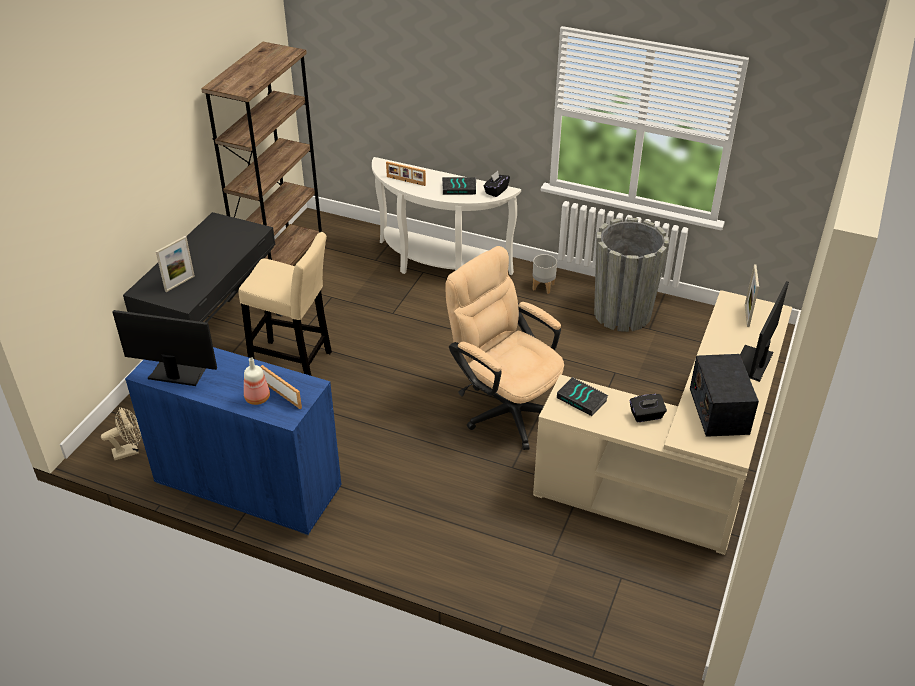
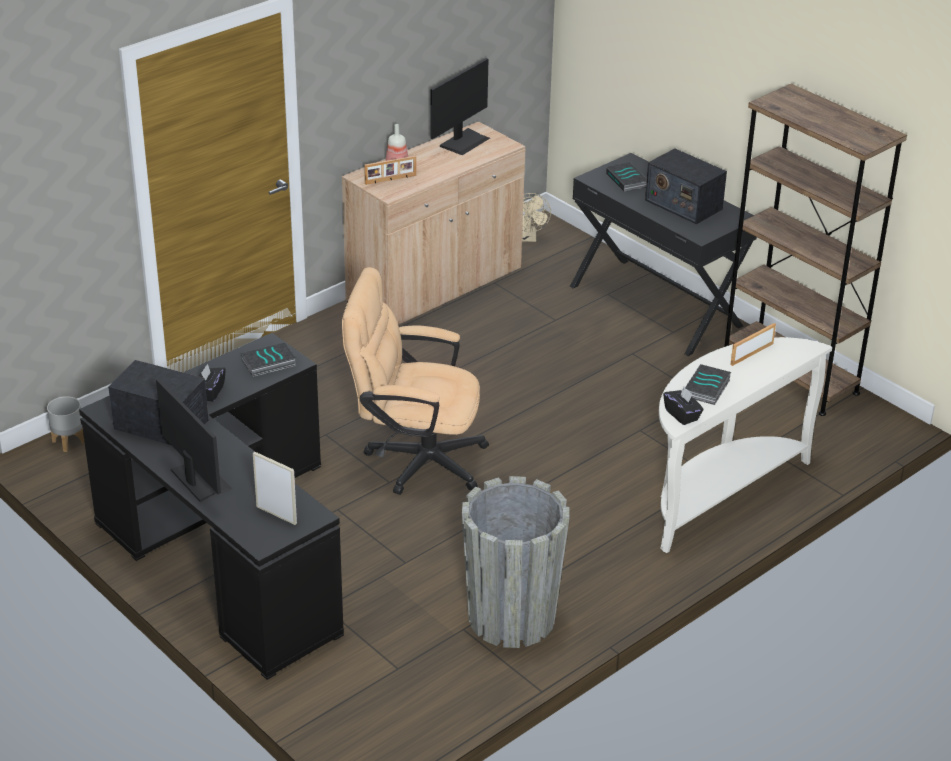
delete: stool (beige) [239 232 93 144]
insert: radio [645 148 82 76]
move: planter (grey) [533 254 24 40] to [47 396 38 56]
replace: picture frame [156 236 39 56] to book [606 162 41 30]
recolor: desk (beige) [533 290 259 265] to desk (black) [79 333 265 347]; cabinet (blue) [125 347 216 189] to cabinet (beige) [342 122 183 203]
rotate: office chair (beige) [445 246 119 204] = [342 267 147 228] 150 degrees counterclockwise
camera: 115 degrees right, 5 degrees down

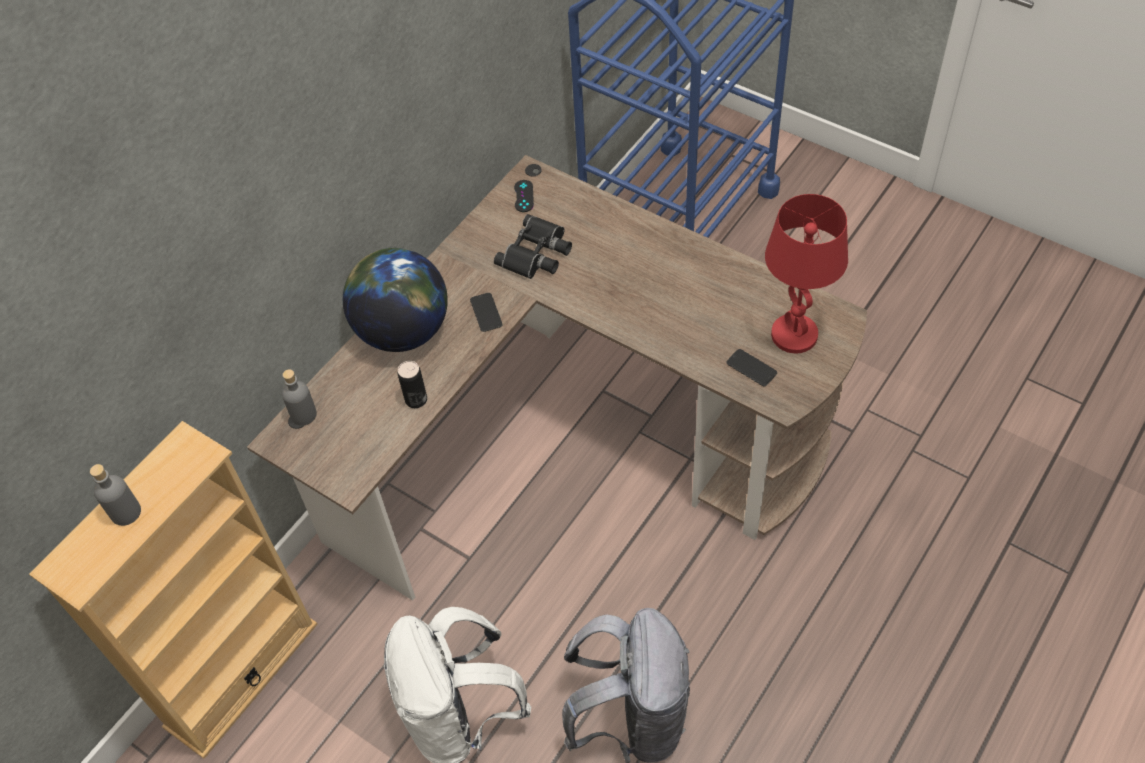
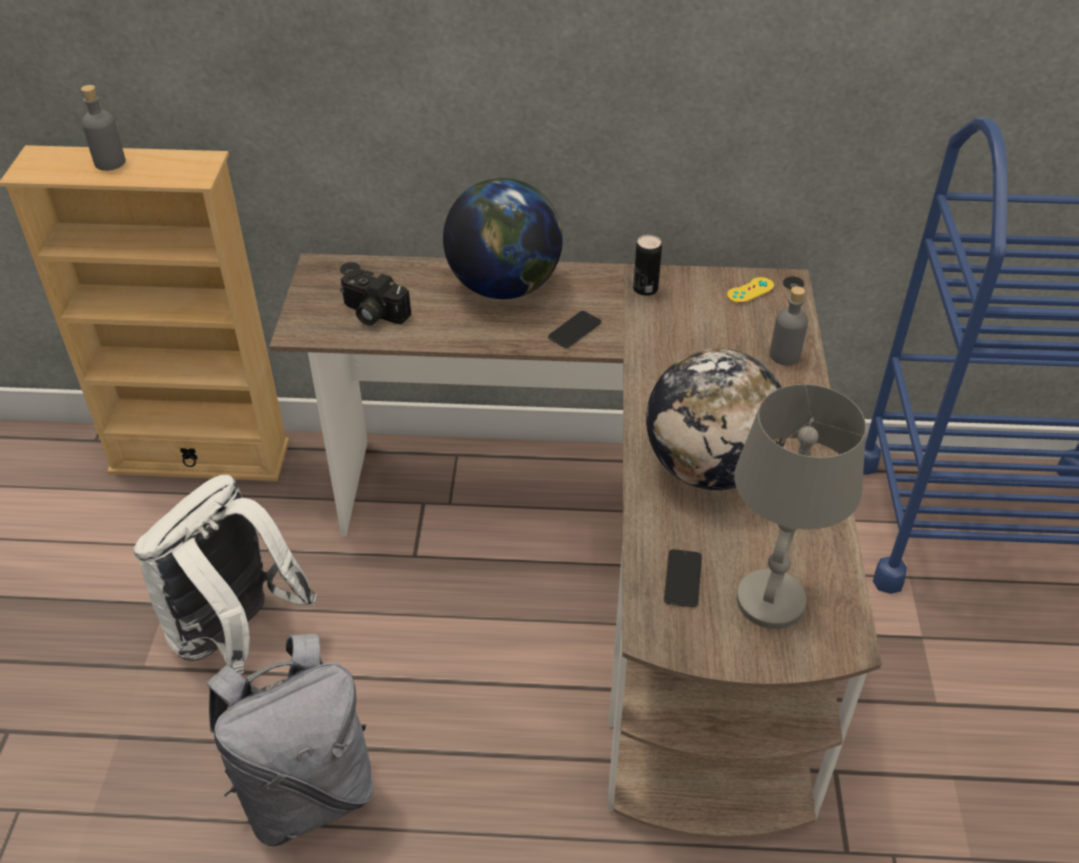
delete: binoculars (black) [494 214 78 65]
insert: photo camera [340 269 71 57]; globe [646 348 141 142]
move: can [397 361 30 47] to [633 235 29 61]; bottle (grey) [282 369 35 57] to [770 286 38 79]
recolor: game controller (black) [514 180 20 32] to game controller (yellow) [727 277 47 26]; table lamp (red) [765 194 83 160] to table lamp (grey) [734 384 132 245]
camera: 55 degrees right, 10 degrees down

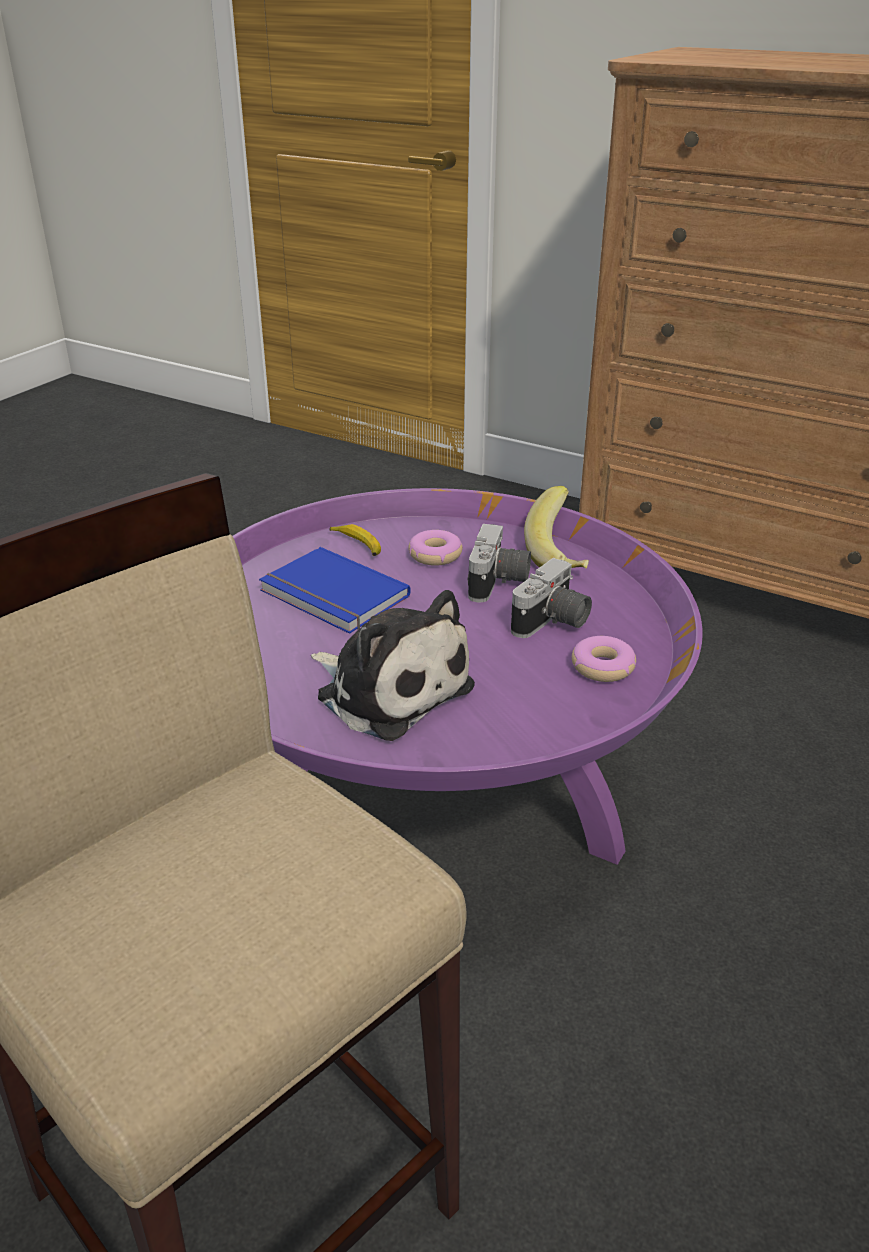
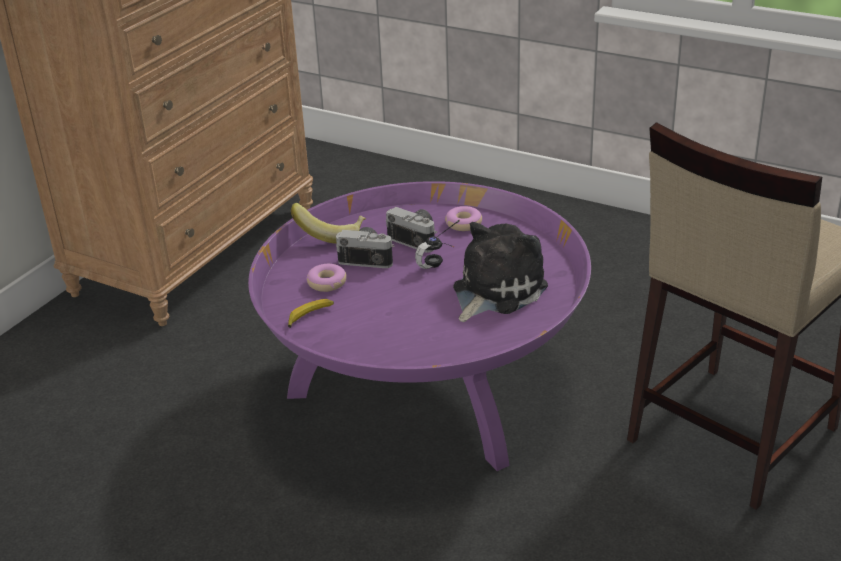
delete: book (blue) [259 547 151 87]
insert: headphones [415 220 45 49]
camera: 90 degrees left, 0 degrees up

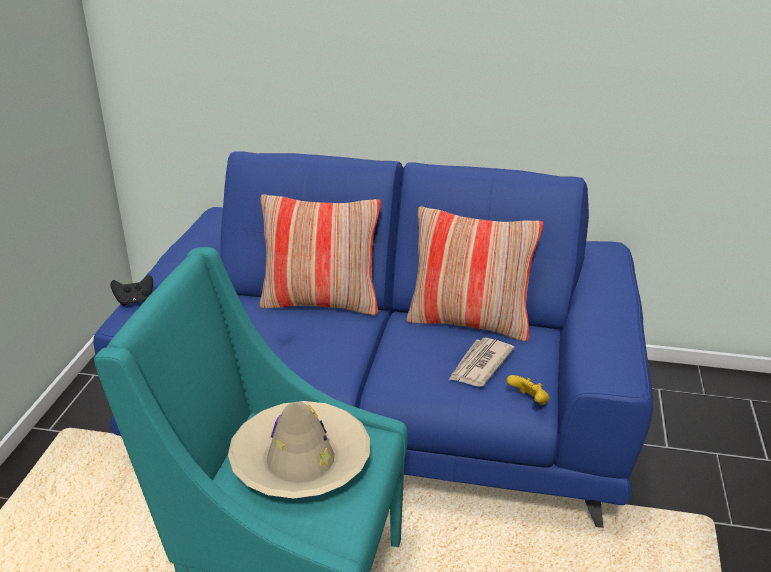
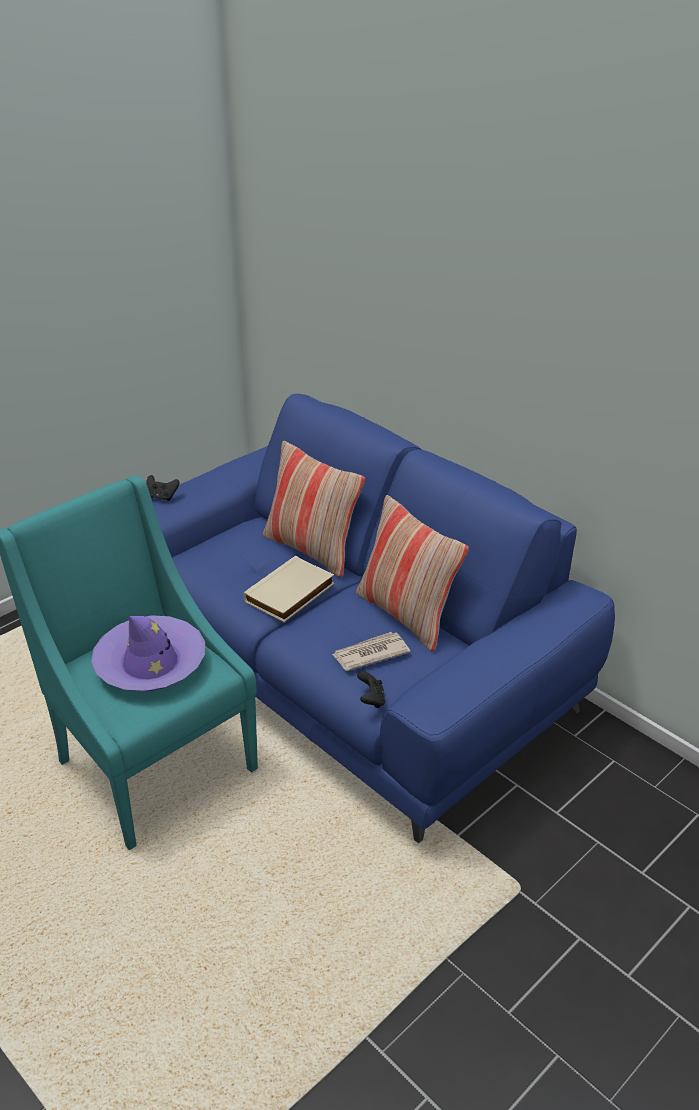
insert: book (beige) [243 556 91 66]
recolor: hat (beige) [228 401 142 97] to hat (purple) [91 615 114 77]; game controller (yellow) [506 375 43 30] to game controller (black) [357 671 28 37]
camera: 35 degrees right, 5 degrees up

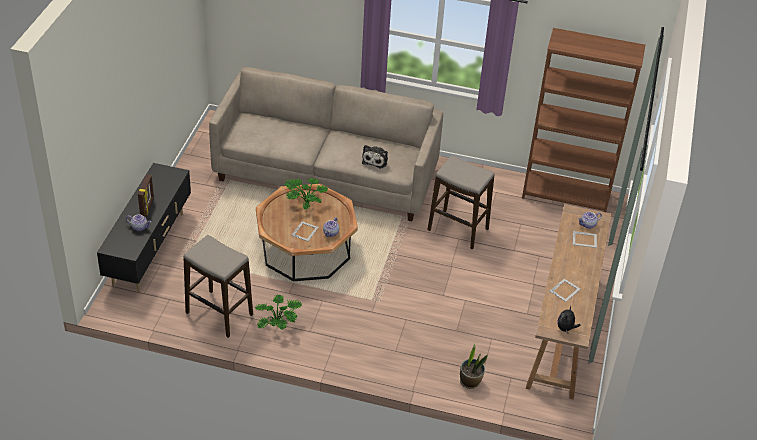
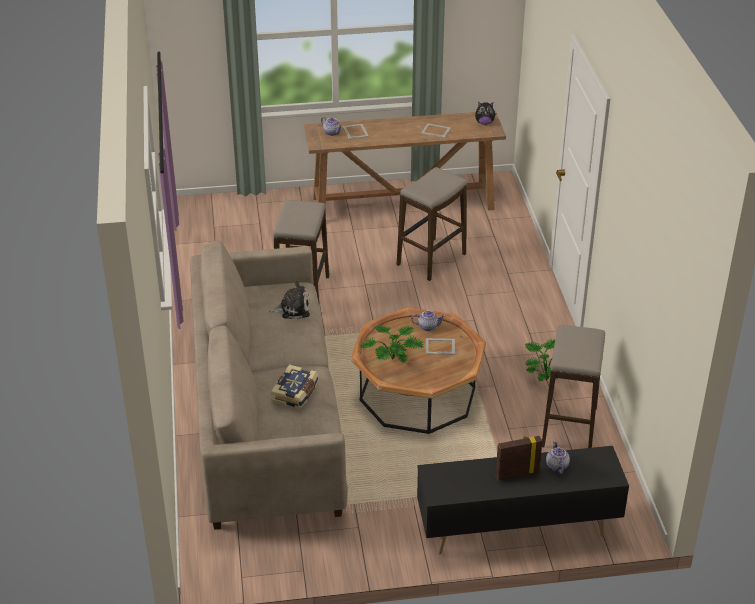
delete: potted plant [460 343 28 46]; bookcase (brown) [522 28 123 184]
insert: book [271 365 47 45]; stool [397 167 70 114]
camera: 110 degrees left, 5 degrees down

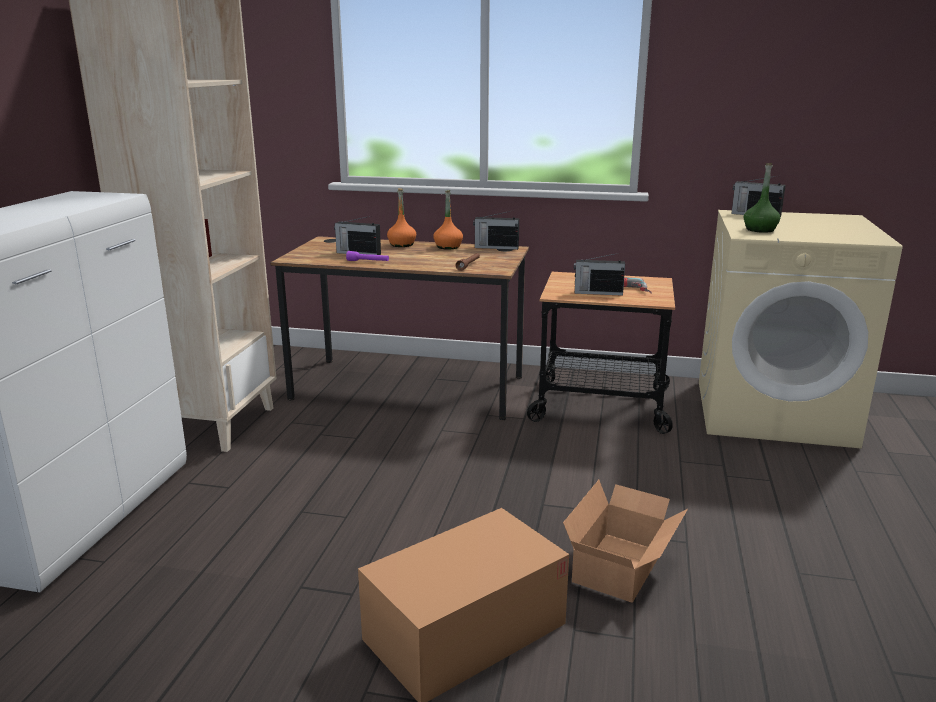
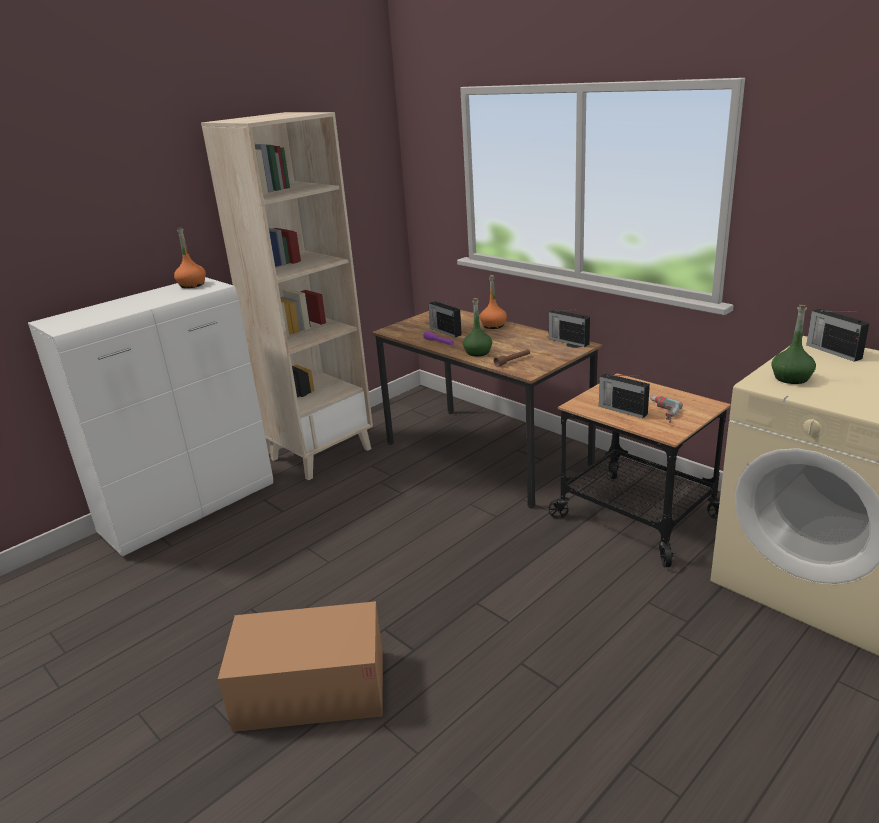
delete: cardboard box [563 480 125 123]
insert: bottle (green) [463 298 29 59]
move: bottle (orange) [433 190 30 60] to [174 227 32 61]
camera: 35 degrees right, 5 degrees up

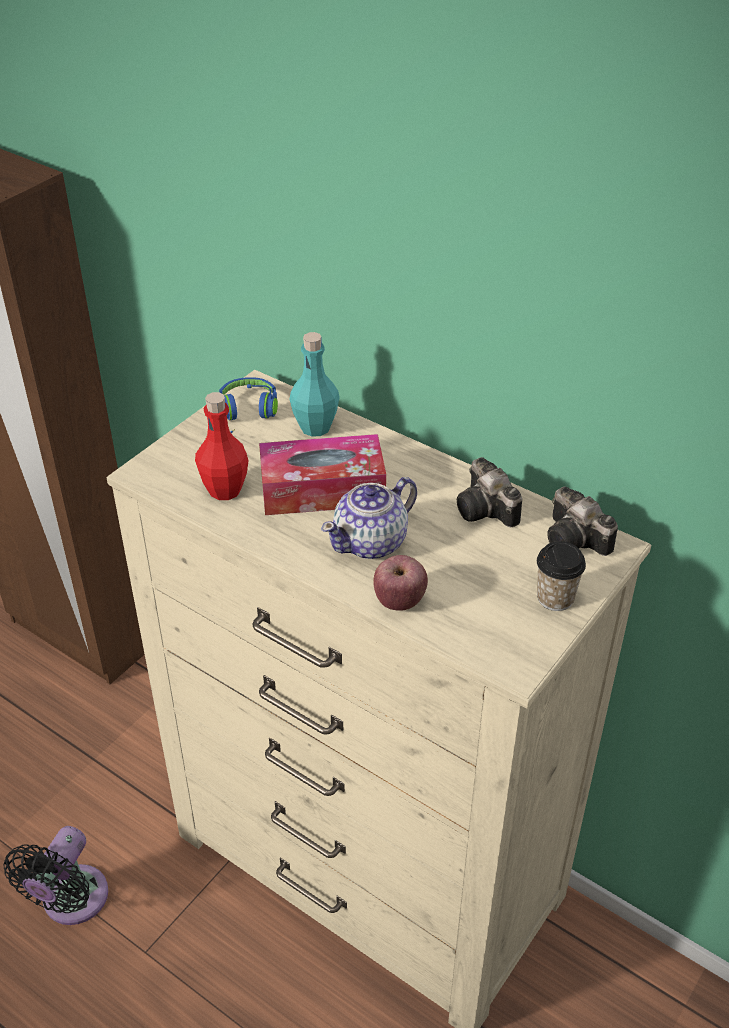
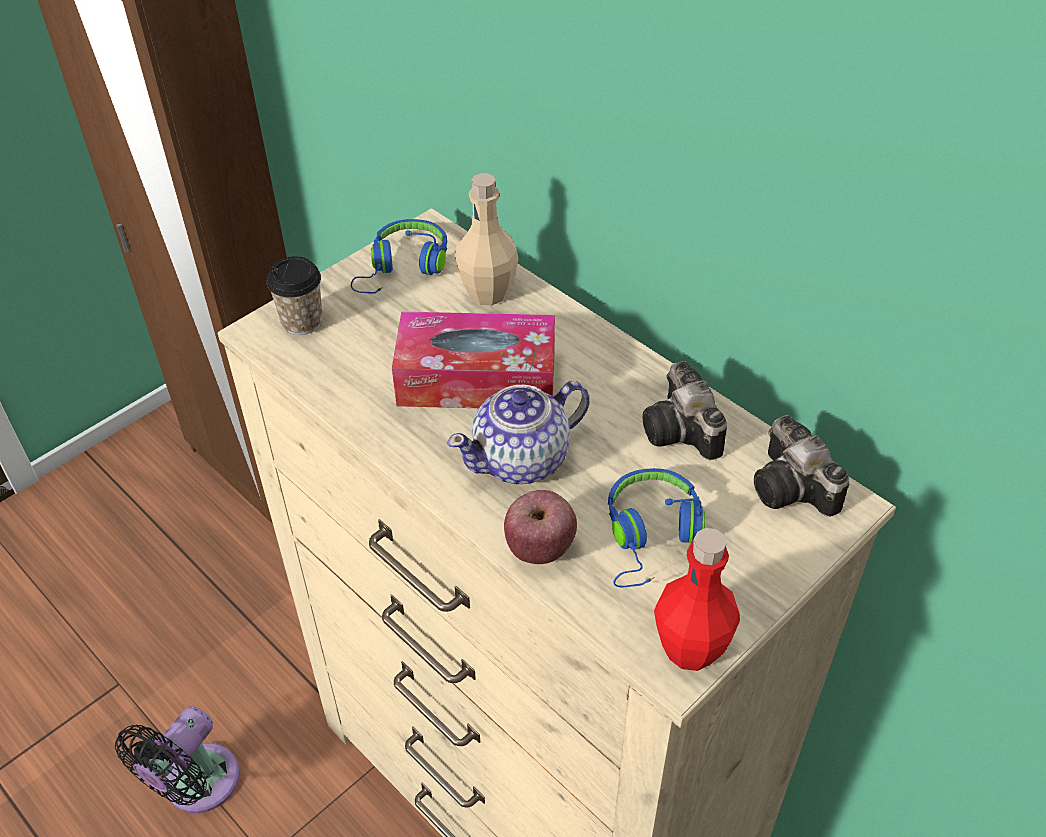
insert: headphones (blue) [608 468 98 120]
move: cup [537 541 49 70] to [267 256 56 79]; bottle (red) [195 392 54 108] to [654 528 86 143]
recolor: bottle (turquoise) [290 332 50 105] to bottle (beige) [455 173 64 132]
camera: 10 degrees right, 5 degrees up

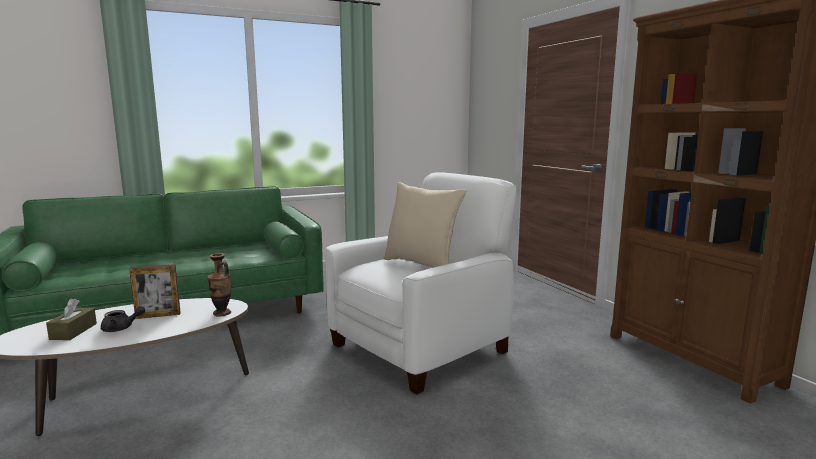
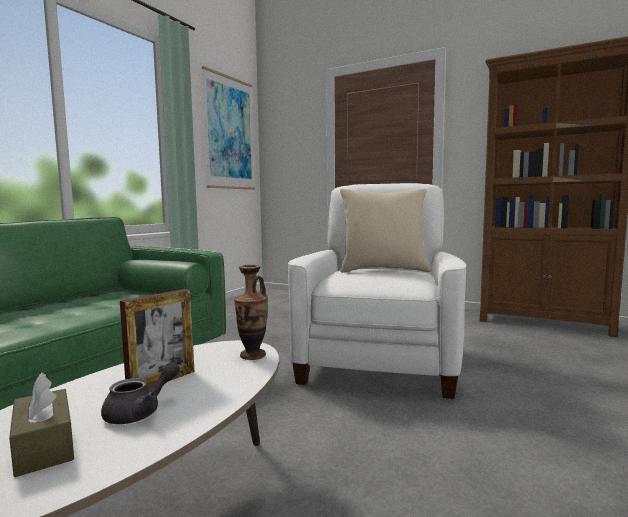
insert: picture [202 66 53 124]
camera: 35 degrees left, 5 degrees down

